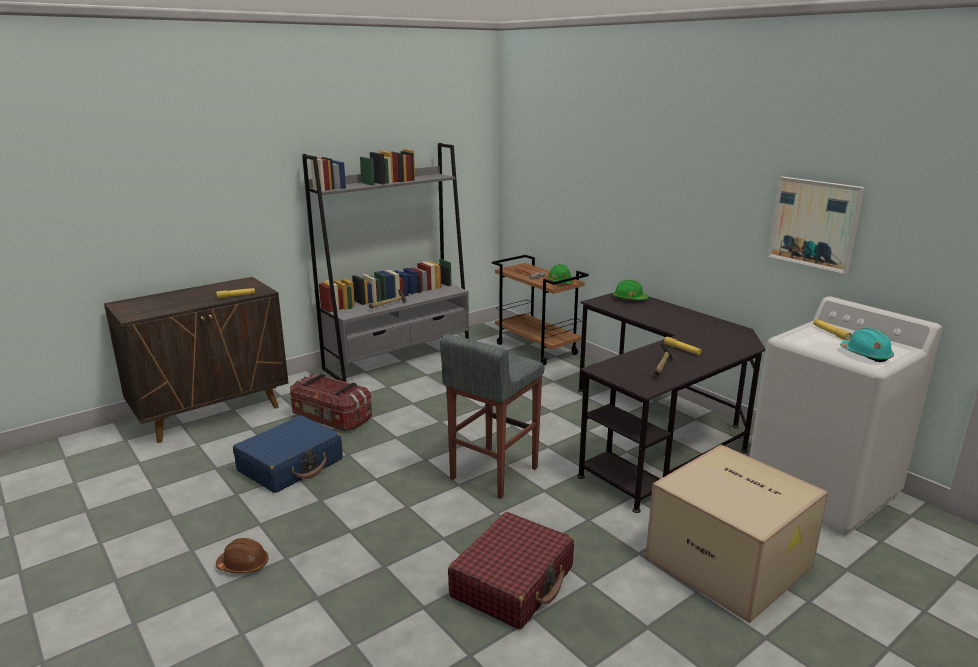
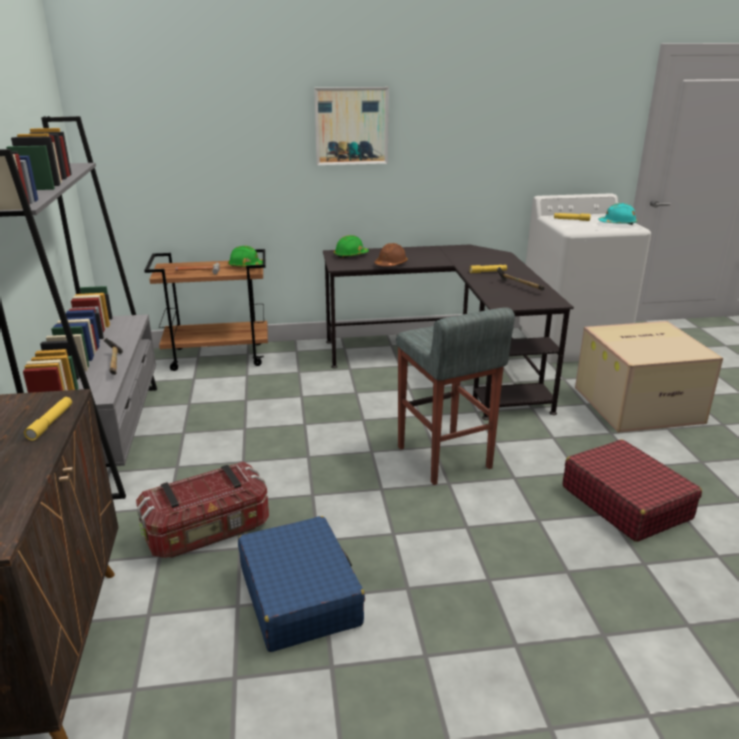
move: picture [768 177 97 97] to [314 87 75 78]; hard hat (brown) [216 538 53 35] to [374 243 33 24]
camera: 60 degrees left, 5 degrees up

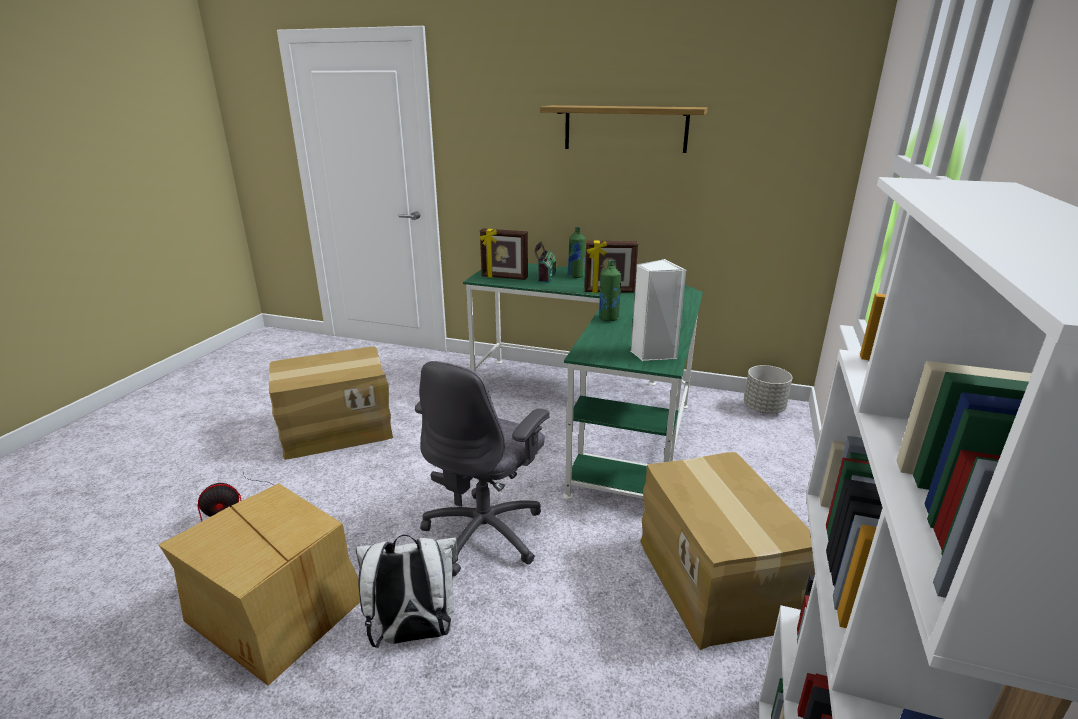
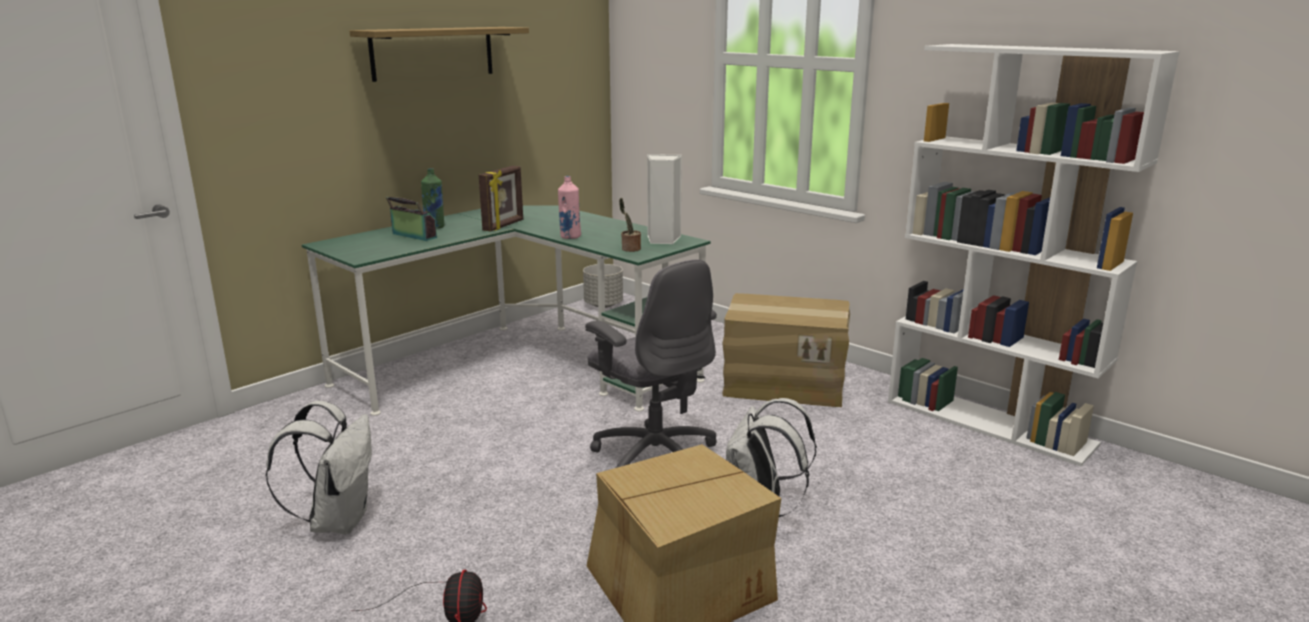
delete: picture frame [480 228 48 52]
insert: potted plant [619 198 22 54]
replace: cardboard box [269 346 124 114] to backpack (white) [266 401 106 134]
recolor: bottle (green) [599 260 22 62] to bottle (pink) [558 176 23 63]
camera: 65 degrees left, 5 degrees down

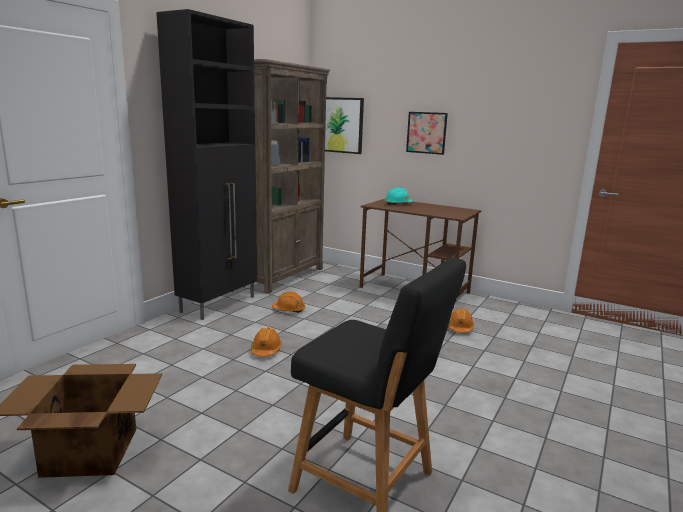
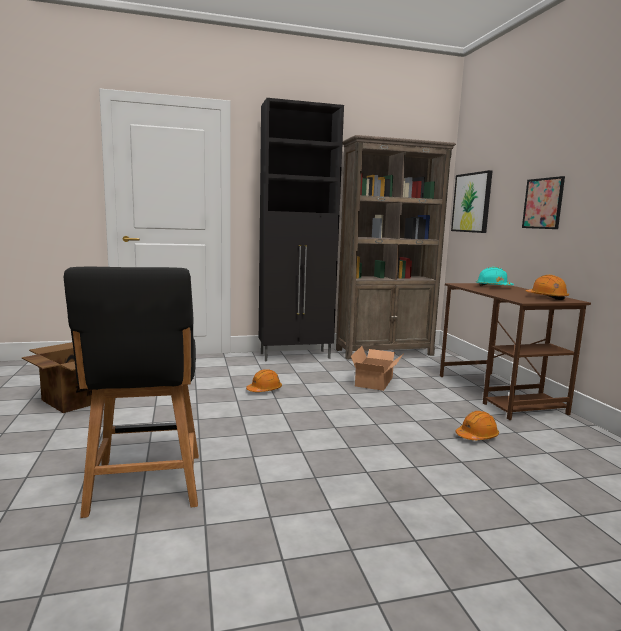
insert: cardboard box [351 346 52 45]
move: hard hat (orange) [272 292 33 21] to [526 275 43 25]
camera: 45 degrees right, 5 degrees down

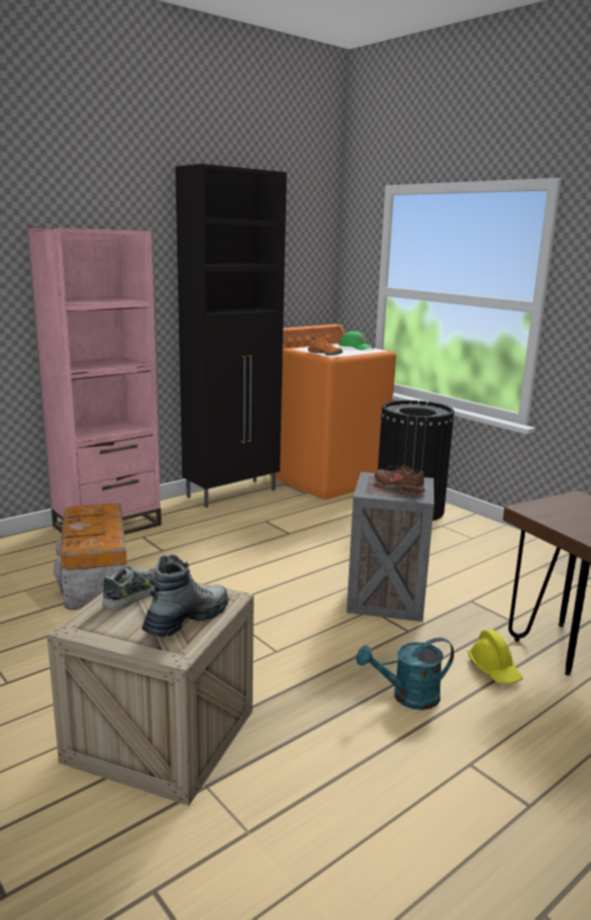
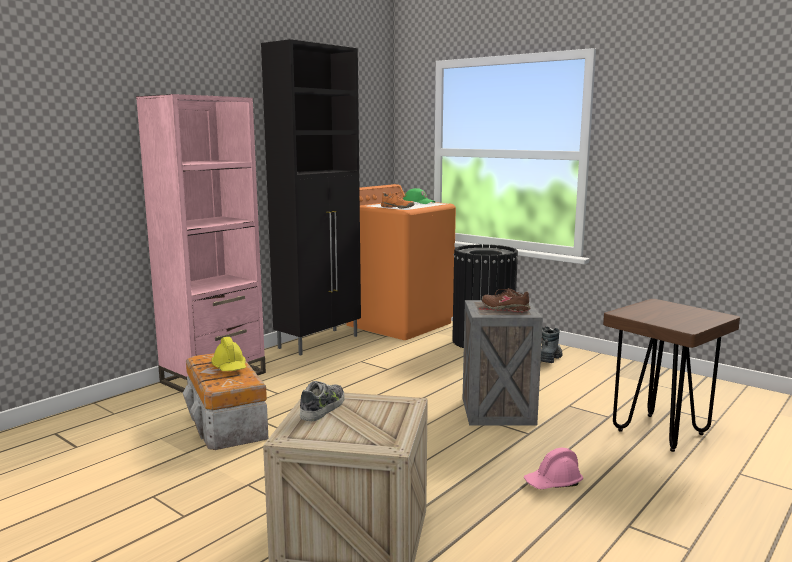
move: hard hat (yellow) [468 630 55 53] to [211 337 35 34]; boot [142 554 86 83] to [541 326 22 37]
replace: watering can (turquoise) [356 638 98 72] to hard hat (pink) [524 448 59 41]
camera: 10 degrees left, 5 degrees down

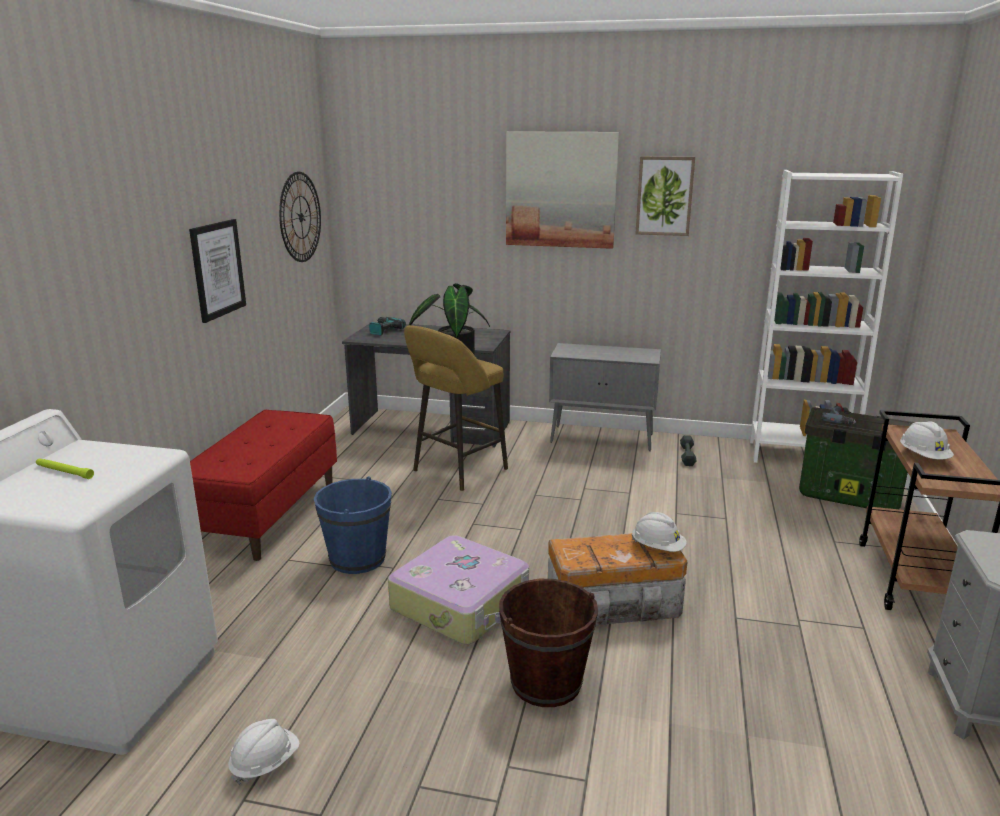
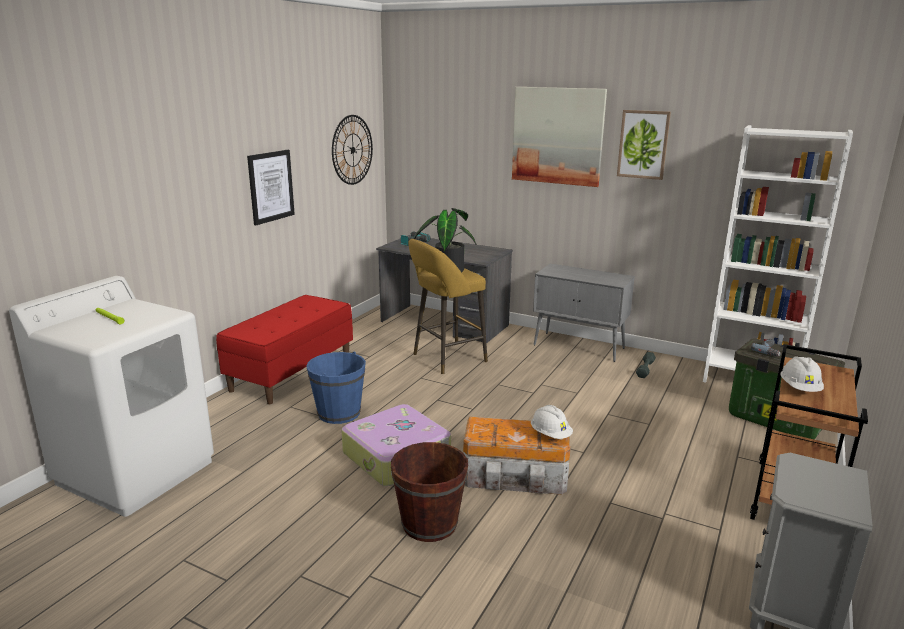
delete: hard hat (white) [228 719 72 66]
camera: 15 degrees right, 0 degrees up

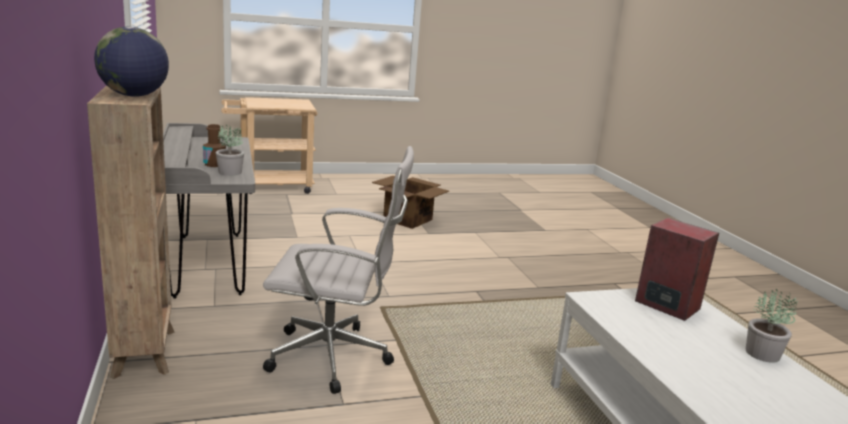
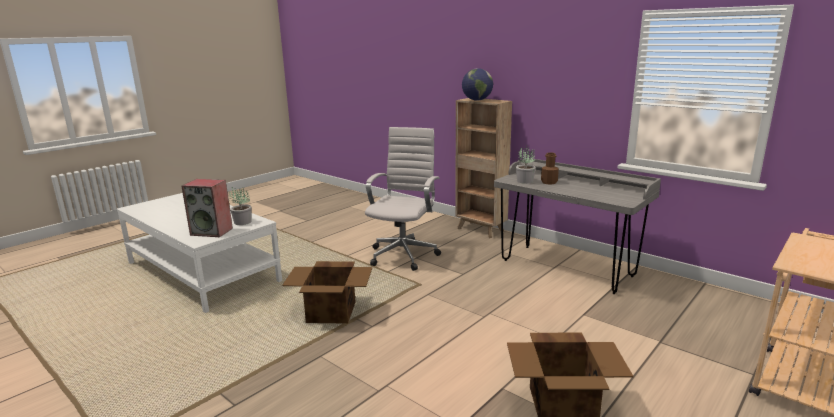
insert: cardboard box [282 261 90 62]
move: potted plant [746 289 52 74] to [229 187 23 38]
rotate: office chair (white) [263 146 151 248] = [365 127 76 144] 135 degrees clockwise
camera: 150 degrees right, 0 degrees up

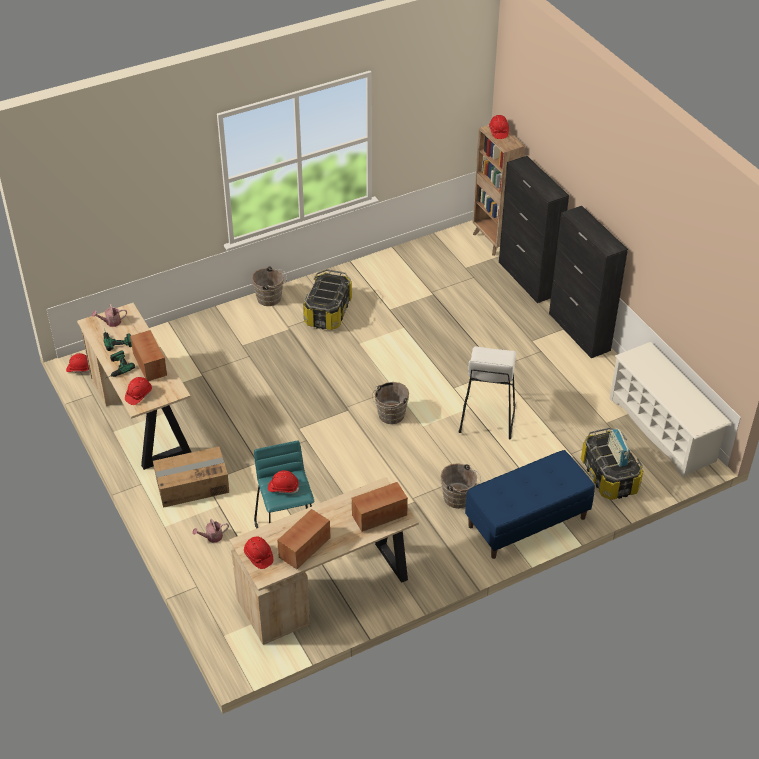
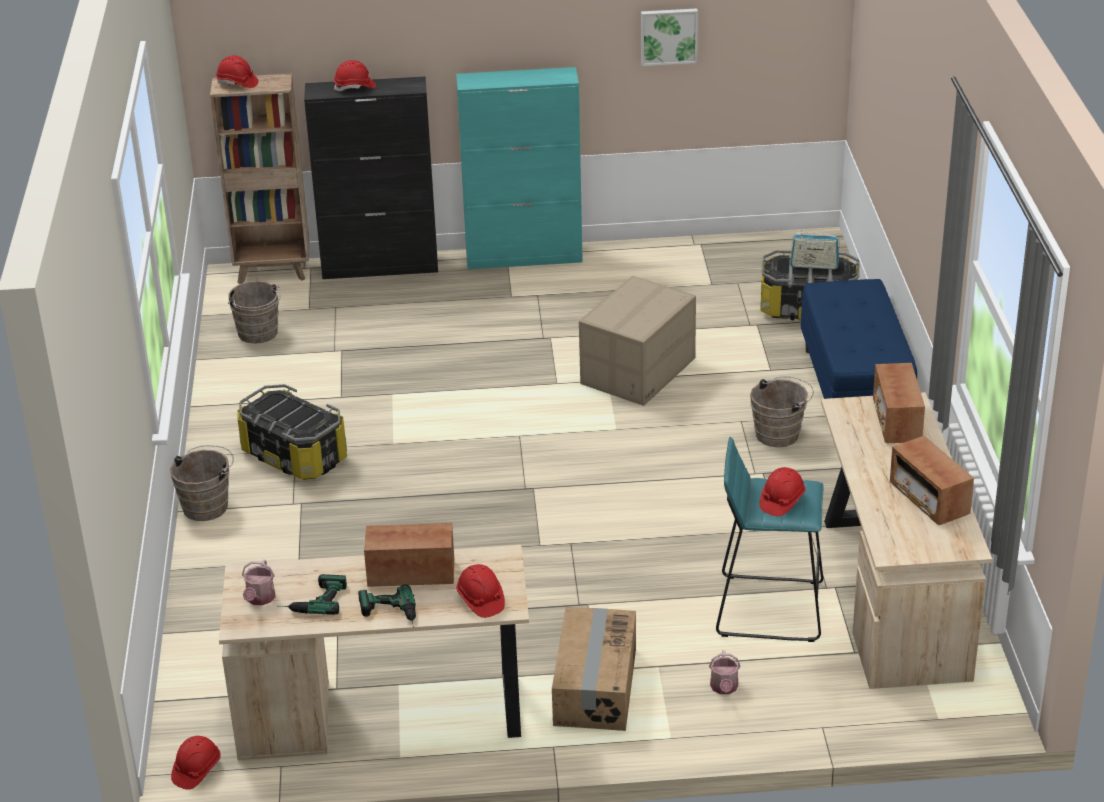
delete: shoe rack (white) [610 342 121 136]
insert: picture [641 8 57 58]
move: bucket (brown) [372 382 37 42] to [228 281 53 63]; hard hat (red) [244 537 29 32] to [334 60 42 31]
replace: stool (white) [459 346 57 93] to cardboard box [579 276 117 130]
recolor: cabinet (black) [549 206 79 152] to cabinet (turquoise) [456 67 127 202]
camera: 65 degrees left, 10 degrees down

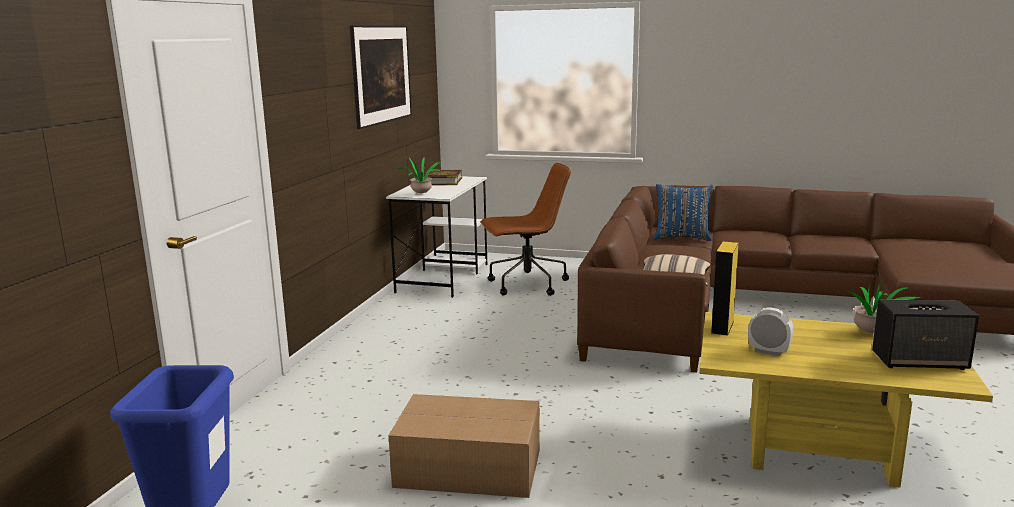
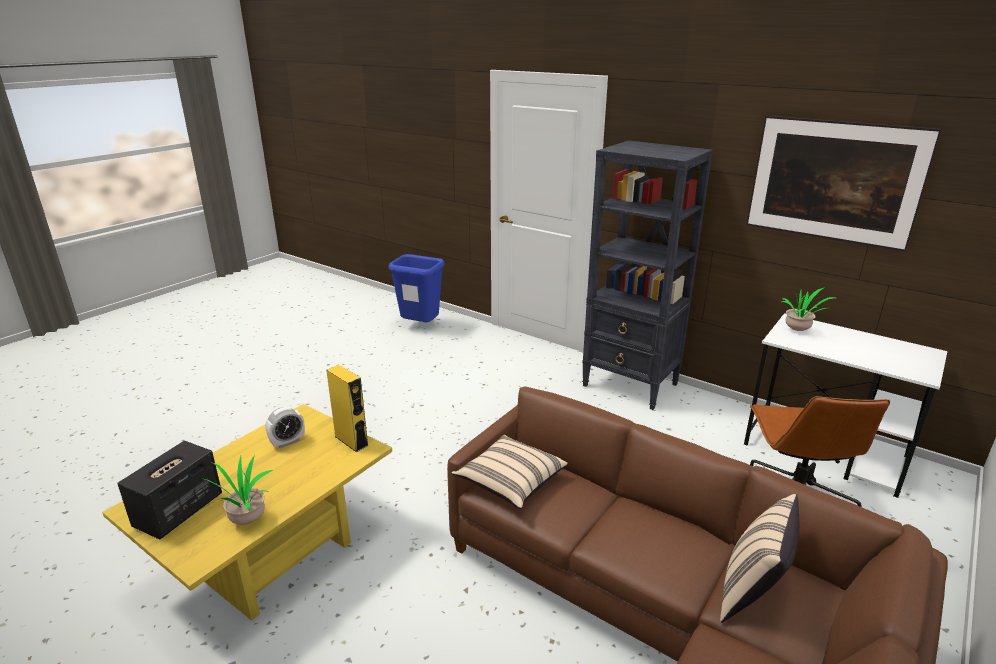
delete: cardboard box [388 394 152 104]; book [427 169 35 16]
insert: bookcase (black) [582 141 131 269]
recolor: pillow (blue) [654 184 59 57] to pillow (beige) [720 494 80 129]
camera: 110 degrees right, 10 degrees up

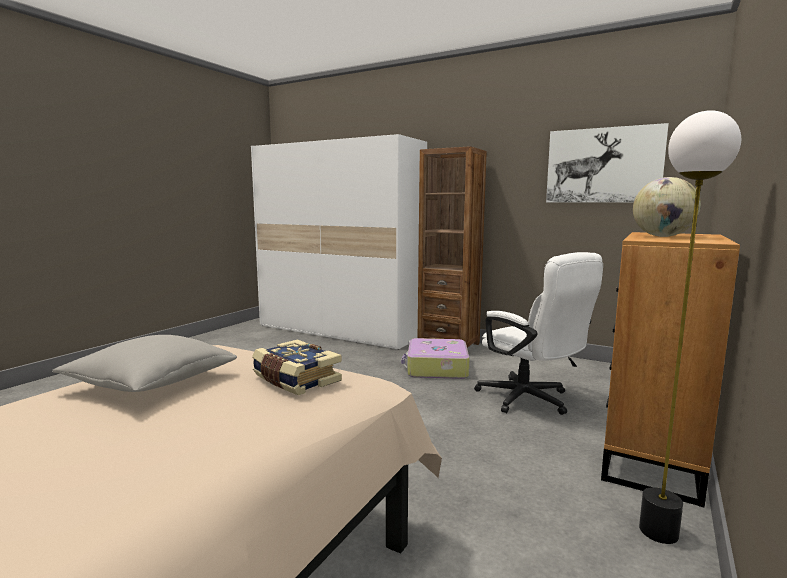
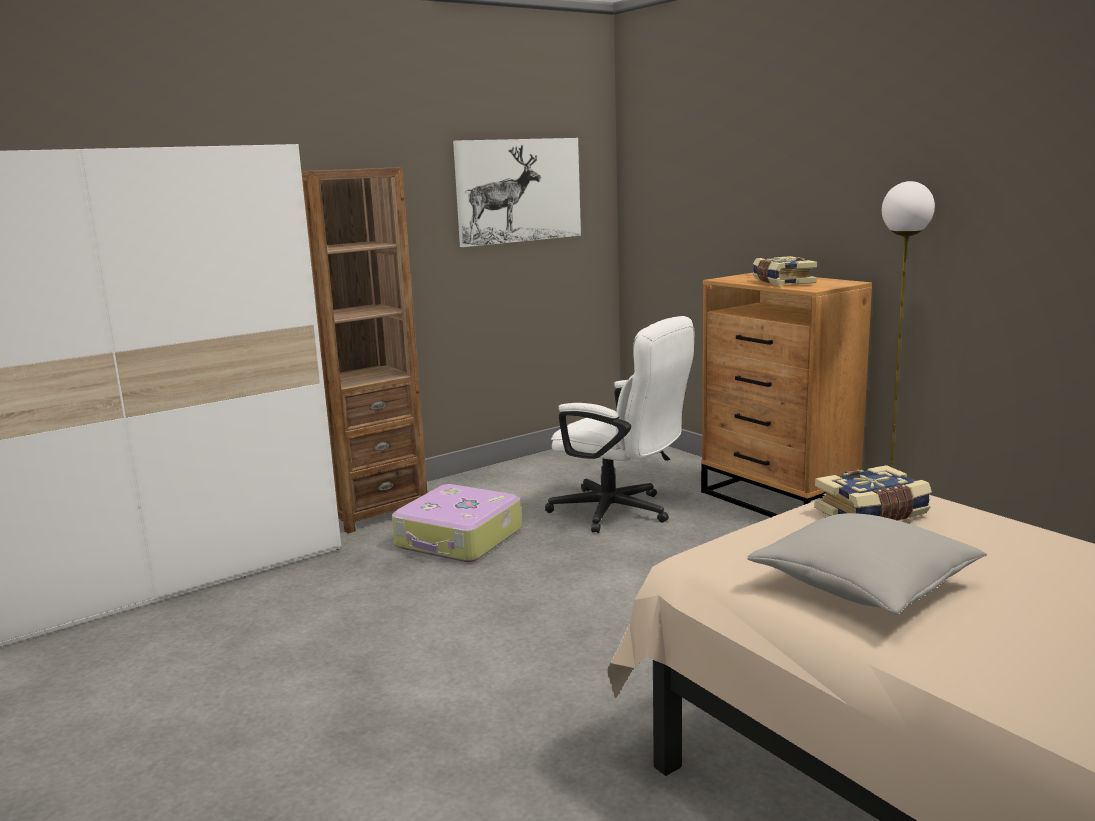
replace: globe [633 177 68 60] to book [753 256 64 30]
rotate: office chair (white) [474 252 129 163] = [545 316 149 217] 45 degrees clockwise
camera: 65 degrees left, 5 degrees up

